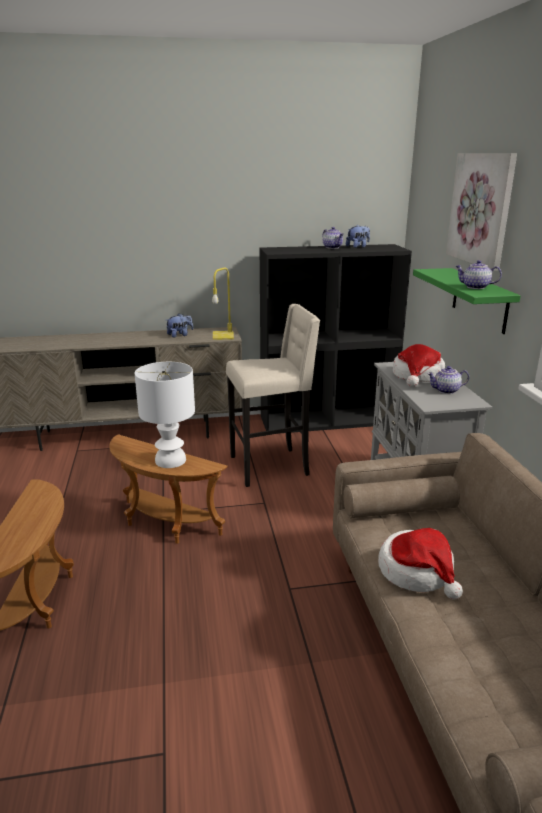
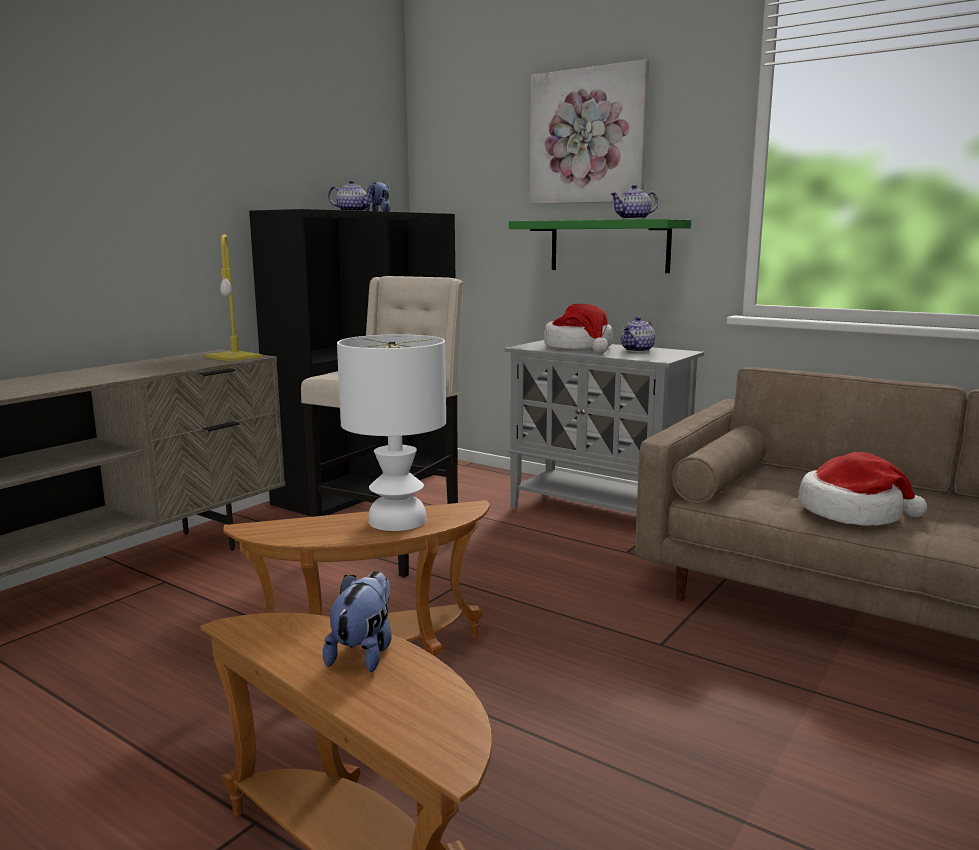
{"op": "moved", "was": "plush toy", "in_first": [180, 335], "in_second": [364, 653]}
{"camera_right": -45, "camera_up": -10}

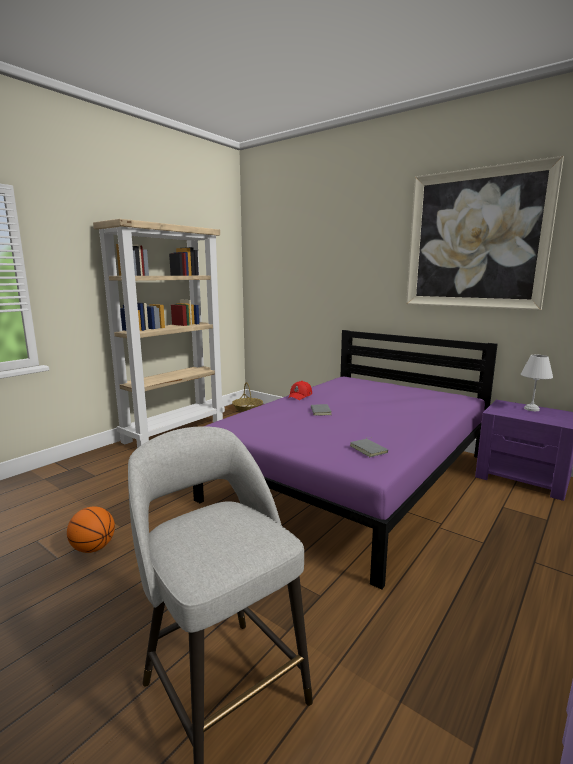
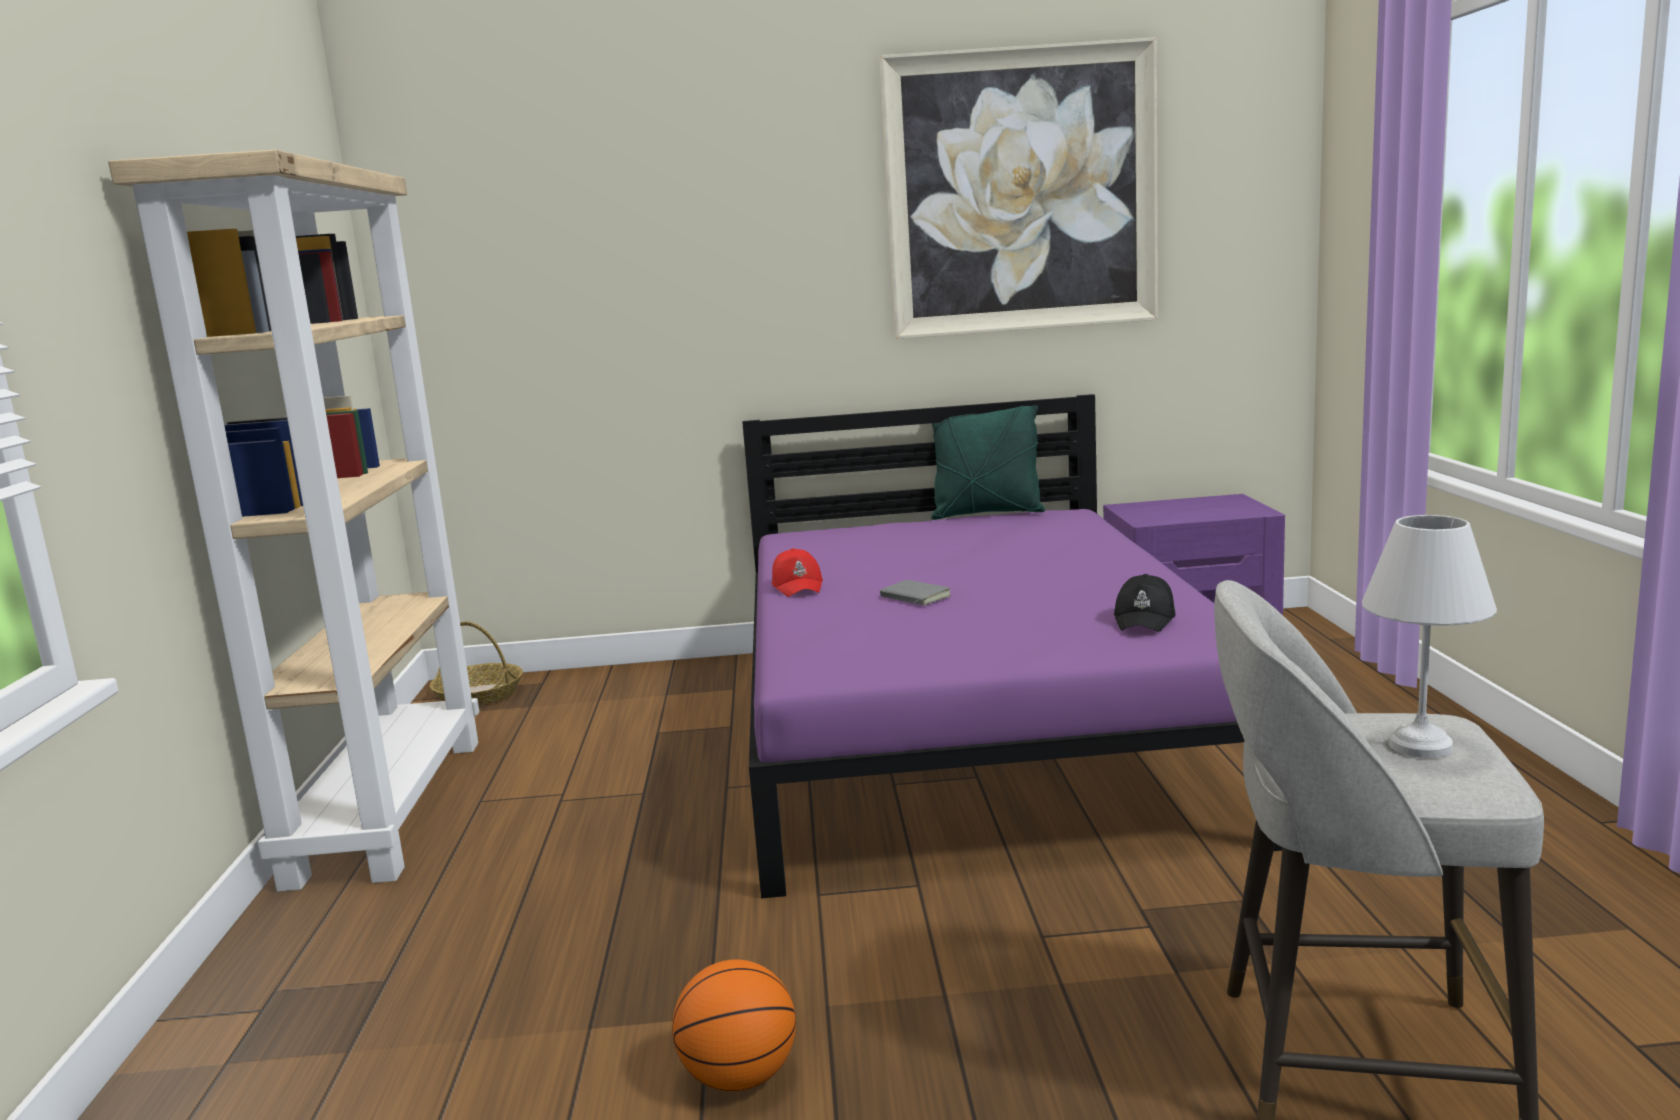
{"op": "moved", "was": "table lamp (white)", "in_first": [531, 409], "in_second": [1421, 747]}
{"op": "replaced", "was": "book (grey)", "now": "cap (black)", "in_first": [369, 449], "in_second": [1145, 619]}
{"op": "added", "now": "pillow (green)", "in_second": [987, 513]}
{"camera_right": -40, "camera_up": 0}

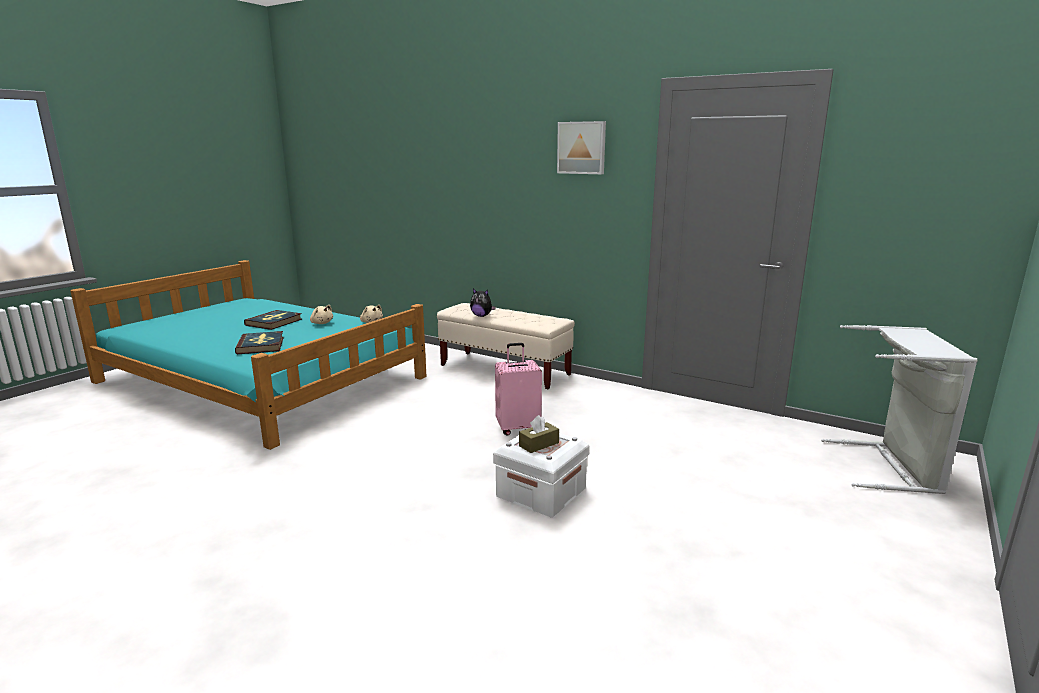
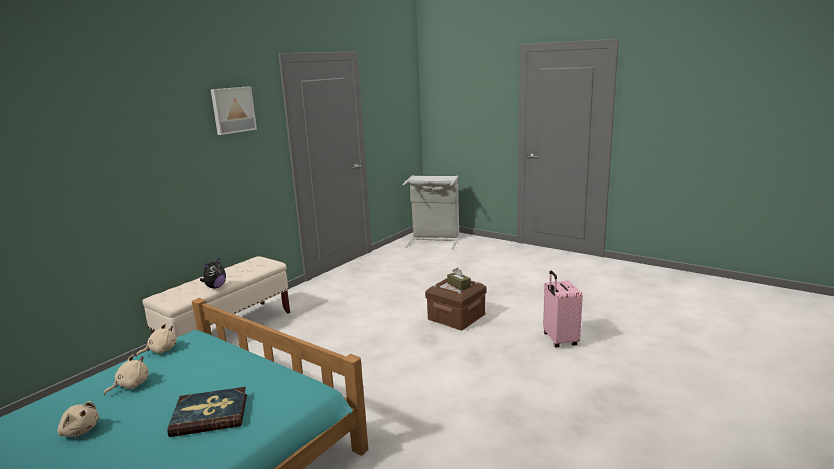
{"op": "replaced", "was": "book", "now": "plush toy (beige)", "in_first": [274, 322], "in_second": [80, 430]}
{"op": "moved", "was": "suitcase (pink)", "in_first": [518, 428], "in_second": [559, 340]}
{"op": "recoloured", "was": "storage box (white)", "now": "storage box (brown)", "in_first": [541, 492], "in_second": [456, 317]}
{"camera_right": -85, "camera_up": 0}

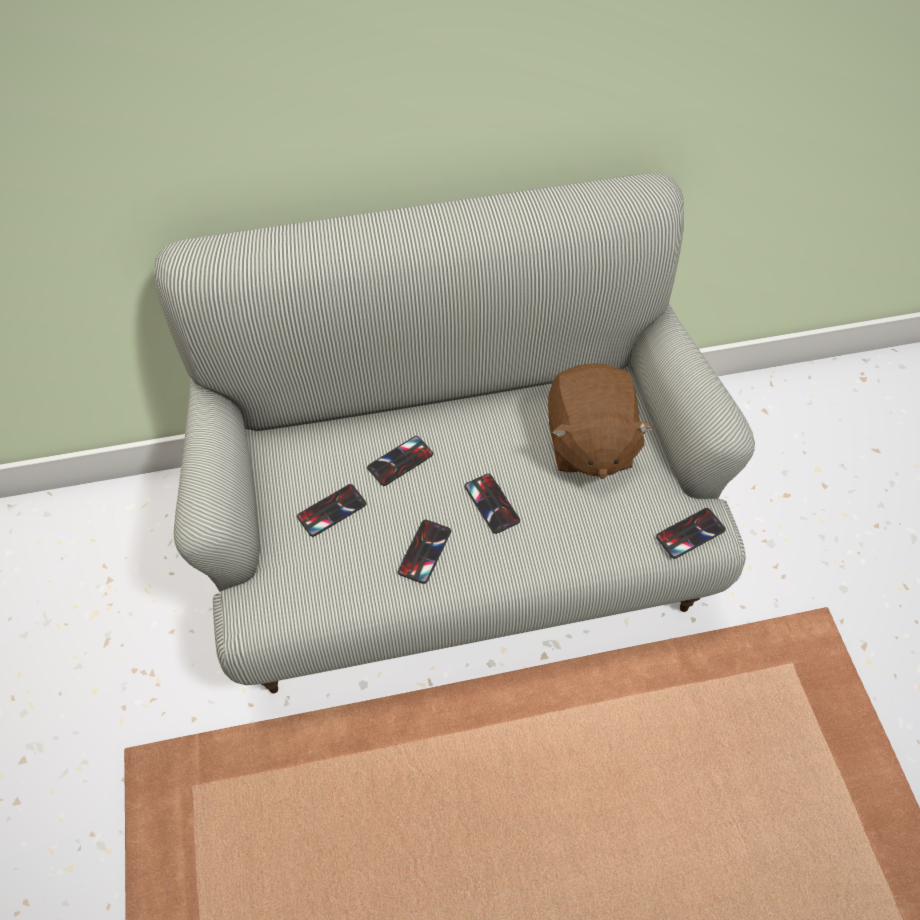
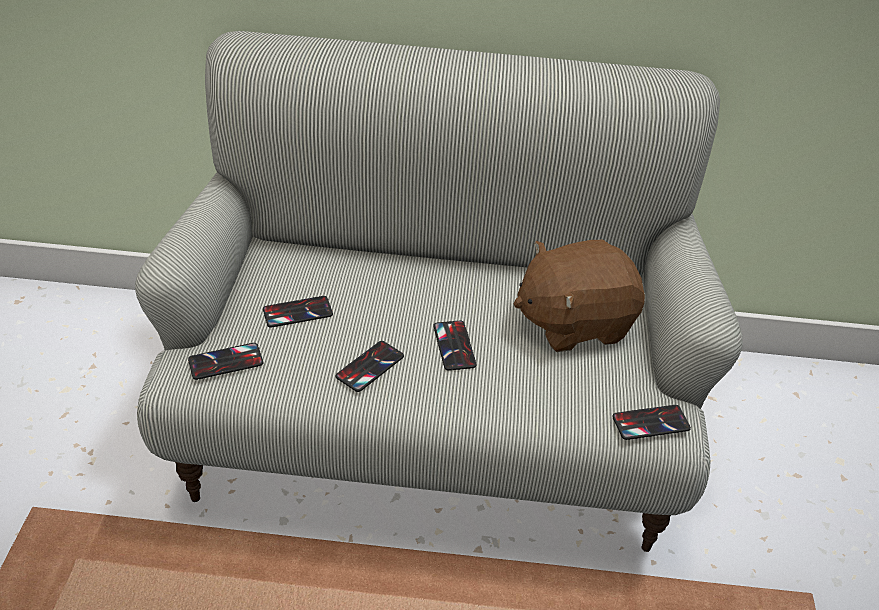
{"op": "turned", "was": "plush toy (brown)", "in_first": [589, 443], "in_second": [574, 322], "clockwise": 60}
{"op": "moved", "was": "phone", "in_first": [400, 461], "in_second": [226, 362]}
{"camera_right": 15, "camera_up": -15}

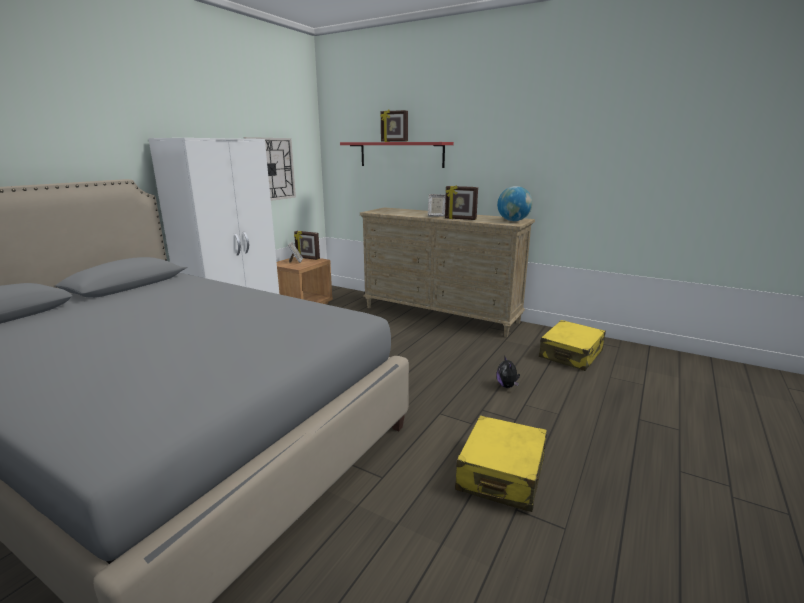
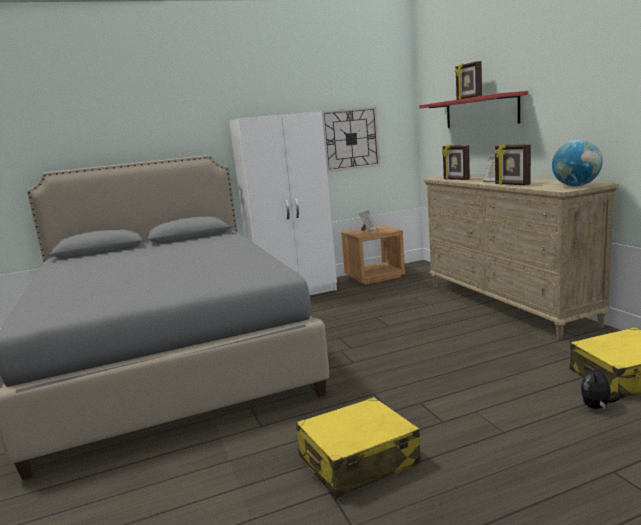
{"op": "moved", "was": "picture frame", "in_first": [307, 258], "in_second": [455, 179]}
{"op": "moved", "was": "plush toy", "in_first": [507, 386], "in_second": [597, 407]}
{"camera_right": 40, "camera_up": -5}

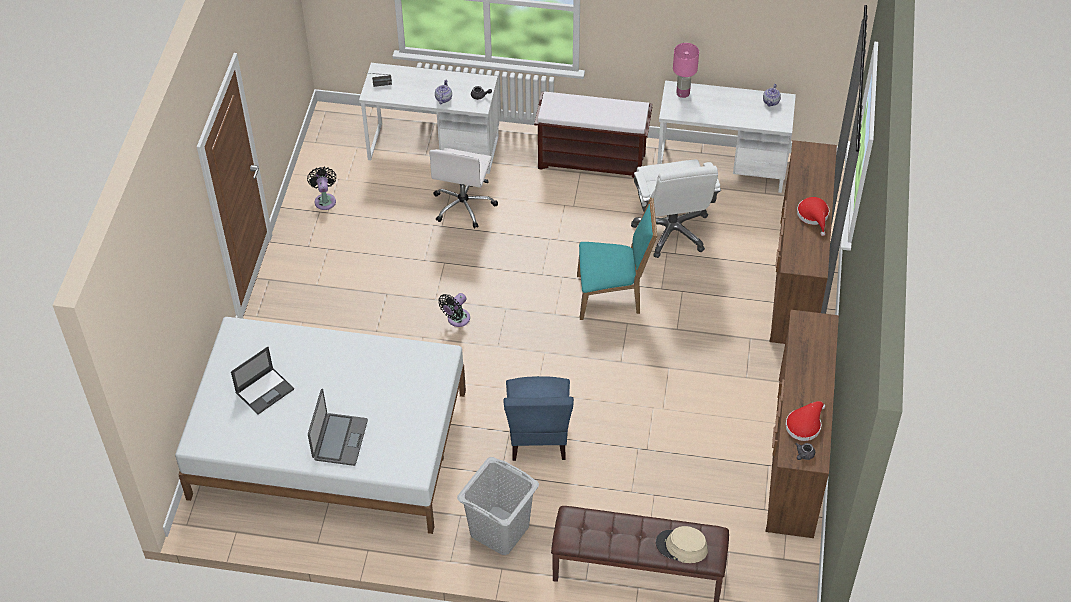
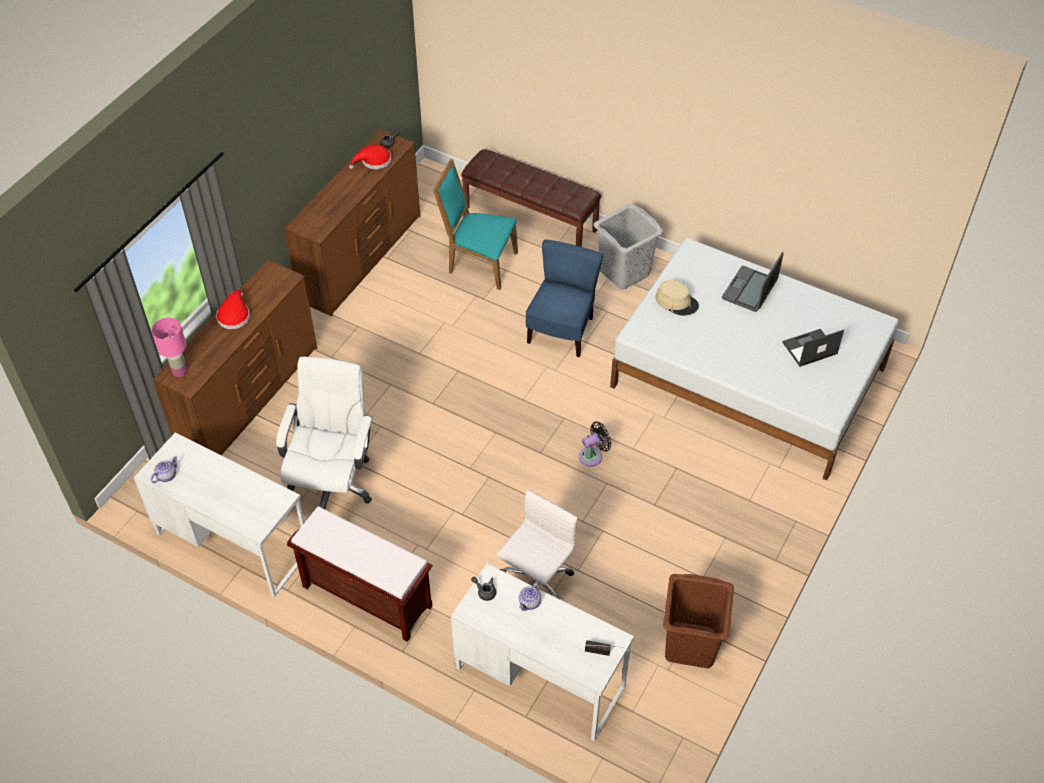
{"op": "moved", "was": "table lamp (pink)", "in_first": [683, 93], "in_second": [180, 371]}
{"op": "replaced", "was": "fan (black)", "now": "laundry basket (brown)", "in_first": [325, 200], "in_second": [691, 644]}
{"op": "moved", "was": "chair (turquoise)", "in_first": [612, 295], "in_second": [478, 263]}
{"op": "moved", "was": "hat (beige)", "in_first": [681, 547], "in_second": [676, 302]}
{"camera_right": -160, "camera_up": 0}

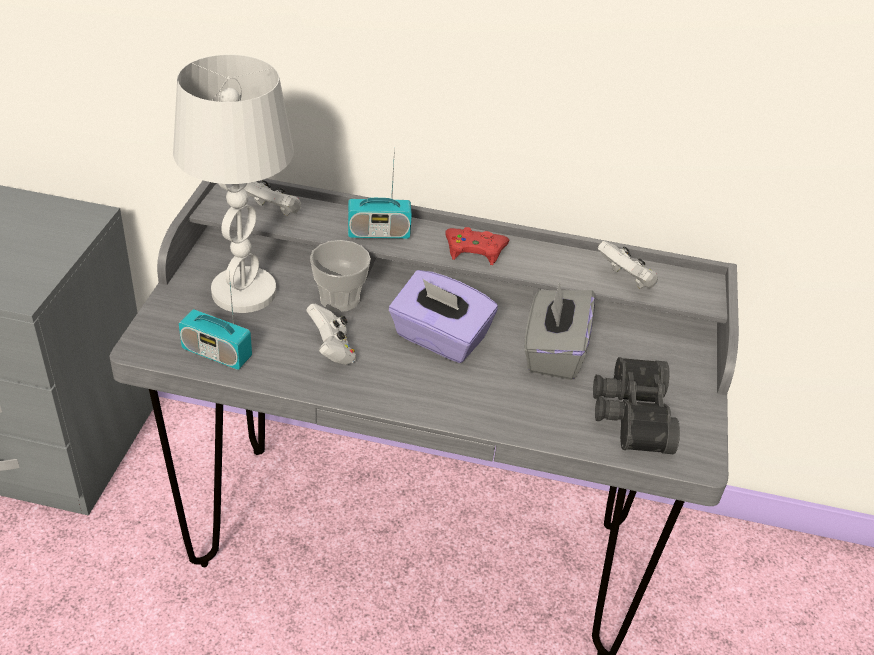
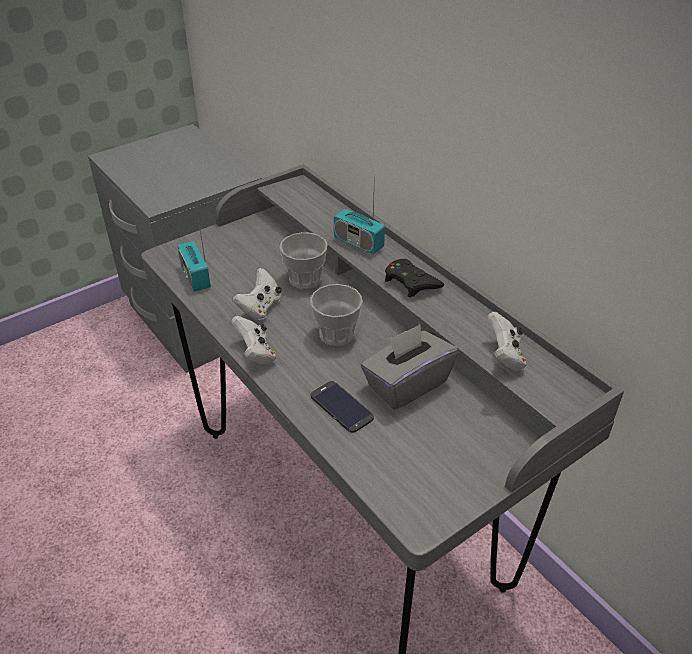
{"op": "removed", "was": "table lamp (white)", "in_first": [244, 291]}
{"op": "moved", "was": "game controller (white)", "in_first": [272, 211], "in_second": [256, 353]}
{"op": "recoloured", "was": "game controller (red)", "now": "game controller (black)", "in_first": [474, 250], "in_second": [411, 282]}
{"op": "replaced", "was": "tissue box (purple)", "now": "cup", "in_first": [439, 339], "in_second": [336, 334]}
{"op": "removed", "was": "binoculars (black)", "in_first": [629, 415]}
{"op": "added", "now": "phone", "in_second": [341, 406]}
{"camera_right": 45, "camera_up": 0}

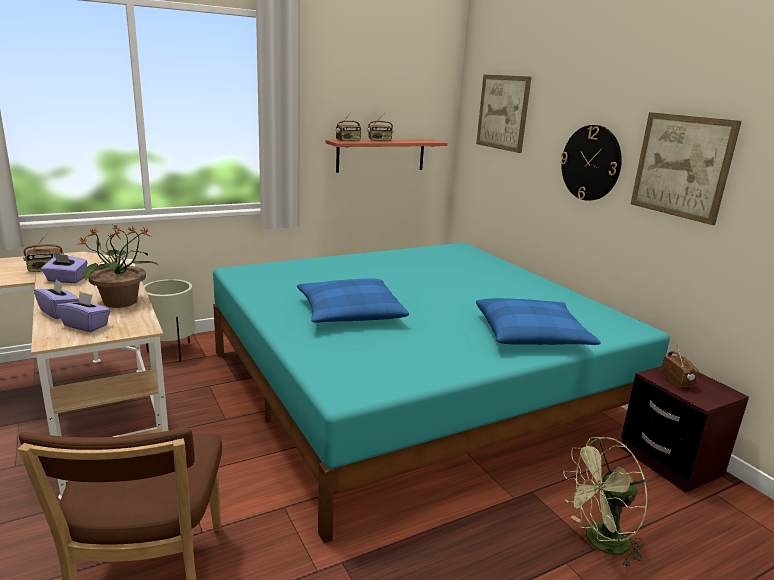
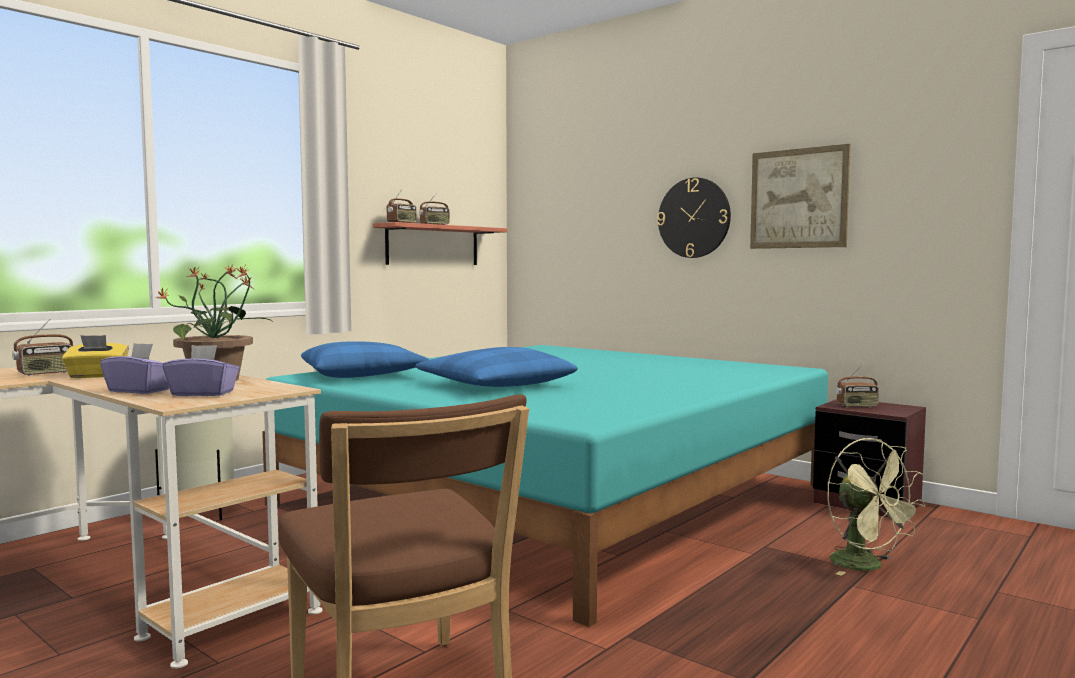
{"op": "removed", "was": "picture", "in_first": [503, 112]}
{"op": "recoloured", "was": "tissue box (purple)", "now": "tissue box (yellow)", "in_first": [66, 280], "in_second": [97, 376]}
{"op": "moved", "was": "pillow (blue)", "in_first": [531, 335], "in_second": [364, 375]}
{"op": "turned", "was": "radio", "in_first": [677, 381], "in_second": [857, 406], "clockwise": 120}
{"op": "turned", "was": "fan (green)", "in_first": [599, 543], "in_second": [866, 566], "clockwise": -75}
{"camera_right": -20, "camera_up": -15}

